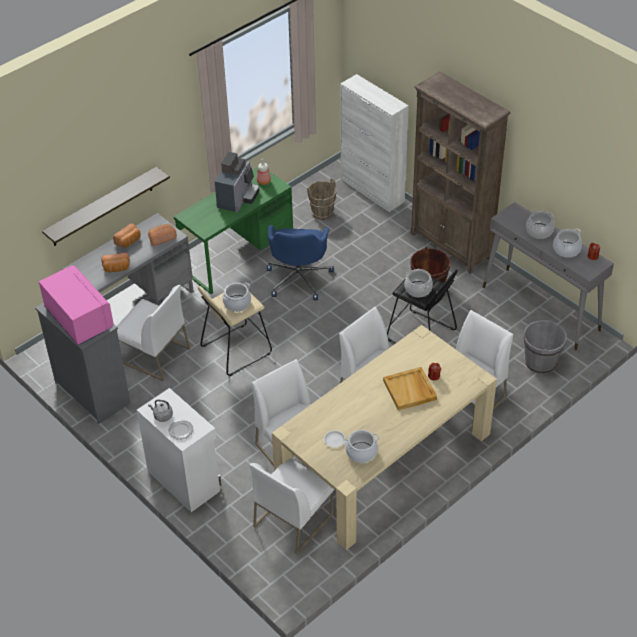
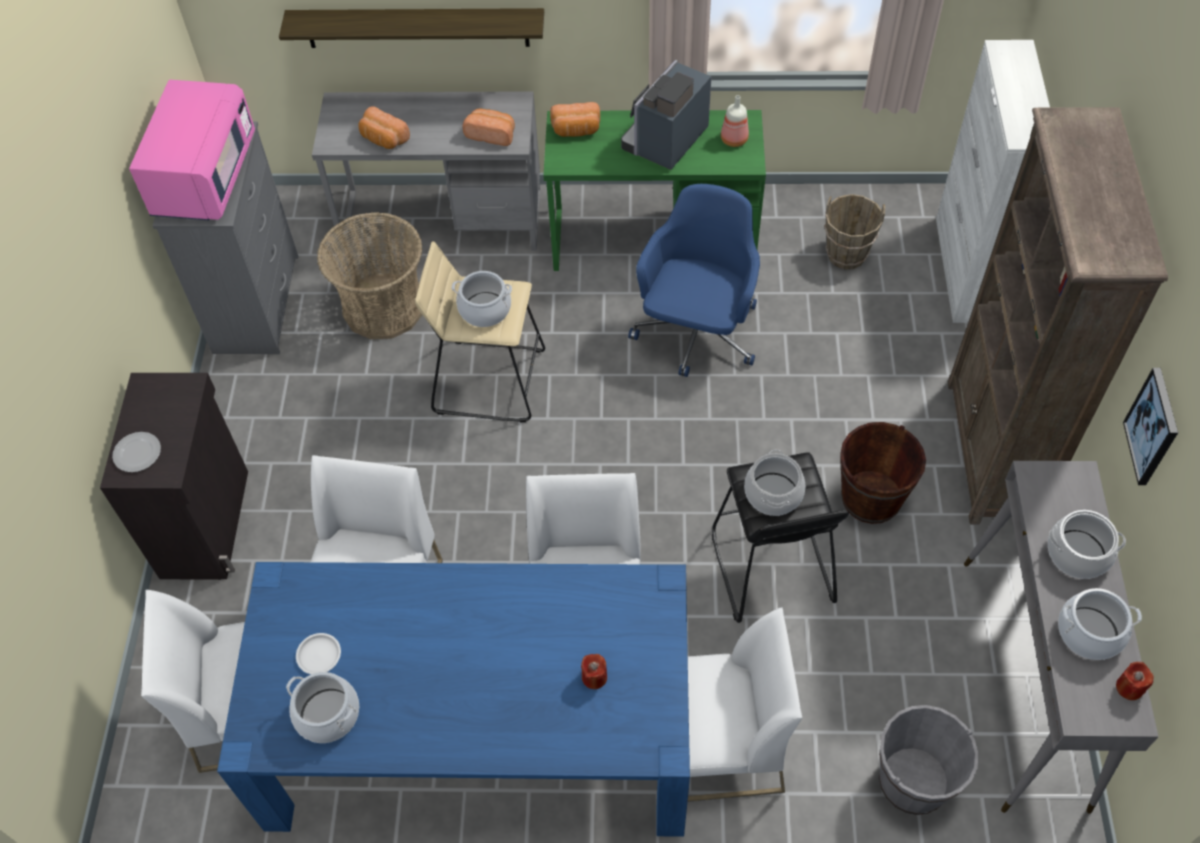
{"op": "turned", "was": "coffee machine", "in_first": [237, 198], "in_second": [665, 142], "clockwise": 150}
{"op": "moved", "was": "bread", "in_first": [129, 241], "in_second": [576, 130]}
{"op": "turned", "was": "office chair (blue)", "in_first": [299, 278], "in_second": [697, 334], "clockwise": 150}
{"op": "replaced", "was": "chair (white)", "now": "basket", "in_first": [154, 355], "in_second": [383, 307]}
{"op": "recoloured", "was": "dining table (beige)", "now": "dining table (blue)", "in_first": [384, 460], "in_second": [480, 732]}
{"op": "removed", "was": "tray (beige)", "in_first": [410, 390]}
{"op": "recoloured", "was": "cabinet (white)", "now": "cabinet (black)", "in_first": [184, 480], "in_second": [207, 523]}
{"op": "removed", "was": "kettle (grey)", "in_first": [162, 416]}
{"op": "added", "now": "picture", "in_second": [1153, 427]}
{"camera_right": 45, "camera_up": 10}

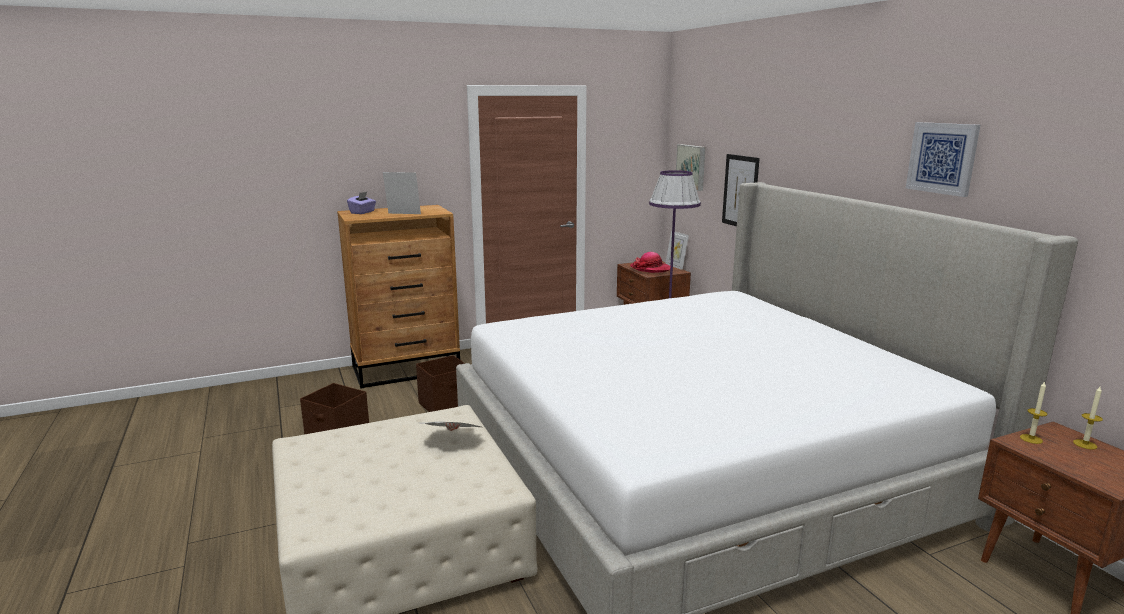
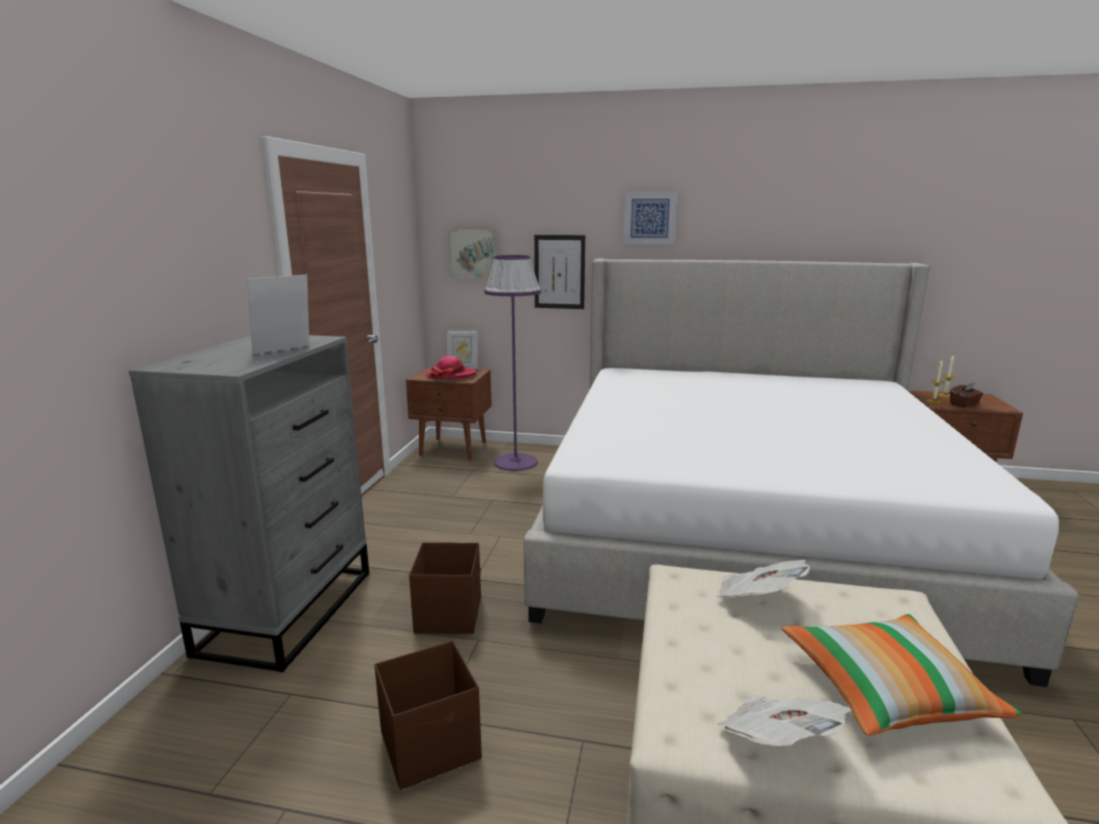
{"op": "moved", "was": "picture", "in_first": [942, 158], "in_second": [649, 218]}
{"op": "removed", "was": "tissue box (purple)", "in_first": [362, 212]}
{"op": "recoloured", "was": "dresser (brown)", "now": "dresser (grey)", "in_first": [407, 369], "in_second": [289, 610]}
{"op": "added", "now": "tissue box (brown)", "in_second": [964, 404]}
{"op": "added", "now": "pillow", "in_second": [886, 691]}
{"op": "added", "now": "newspaper", "in_second": [777, 742]}
{"camera_right": -55, "camera_up": 0}

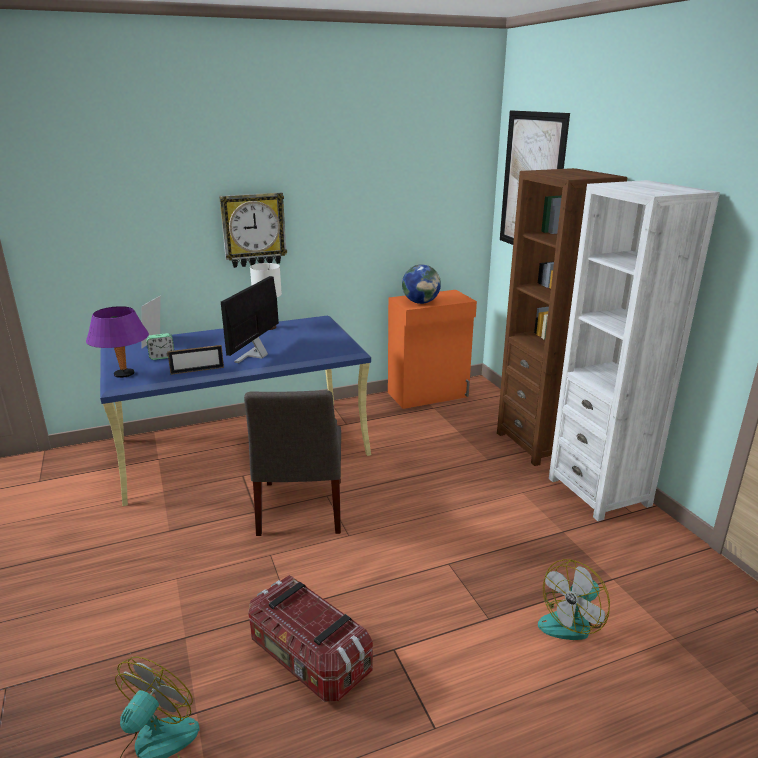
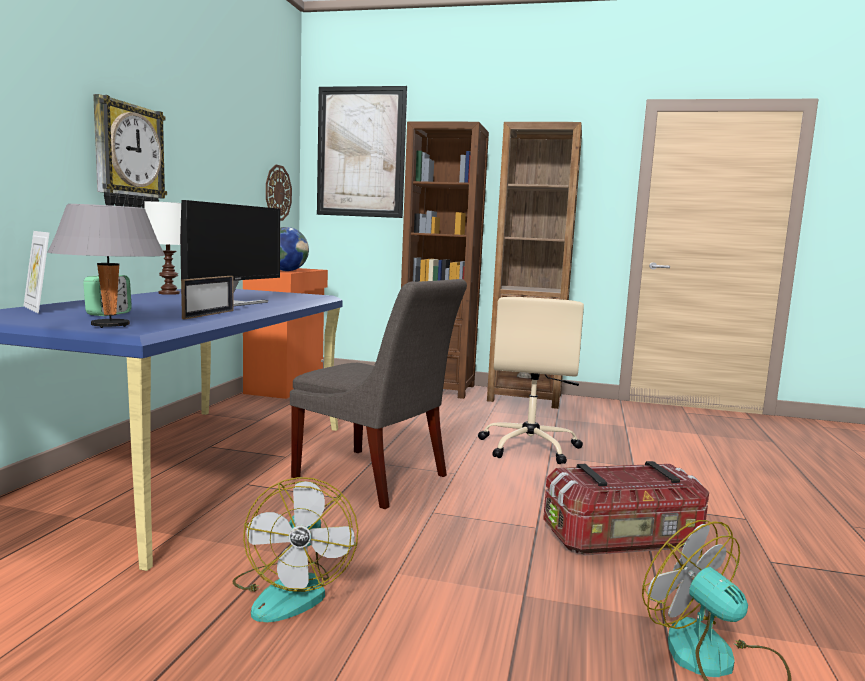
{"op": "recoloured", "was": "bookcase (white)", "now": "bookcase (brown)", "in_first": [599, 491], "in_second": [525, 397]}
{"op": "turned", "was": "monitor", "in_first": [256, 355], "in_second": [234, 303], "clockwise": -120}
{"op": "recoloured", "was": "table lamp (purple)", "now": "table lamp (grey)", "in_first": [124, 374], "in_second": [110, 326]}
{"op": "moved", "was": "fan", "in_first": [572, 621], "in_second": [291, 590]}
{"op": "added", "now": "wall clock", "in_second": [278, 193]}
{"op": "added", "now": "office chair (beige)", "in_second": [529, 447]}
{"camera_right": -55, "camera_up": -15}

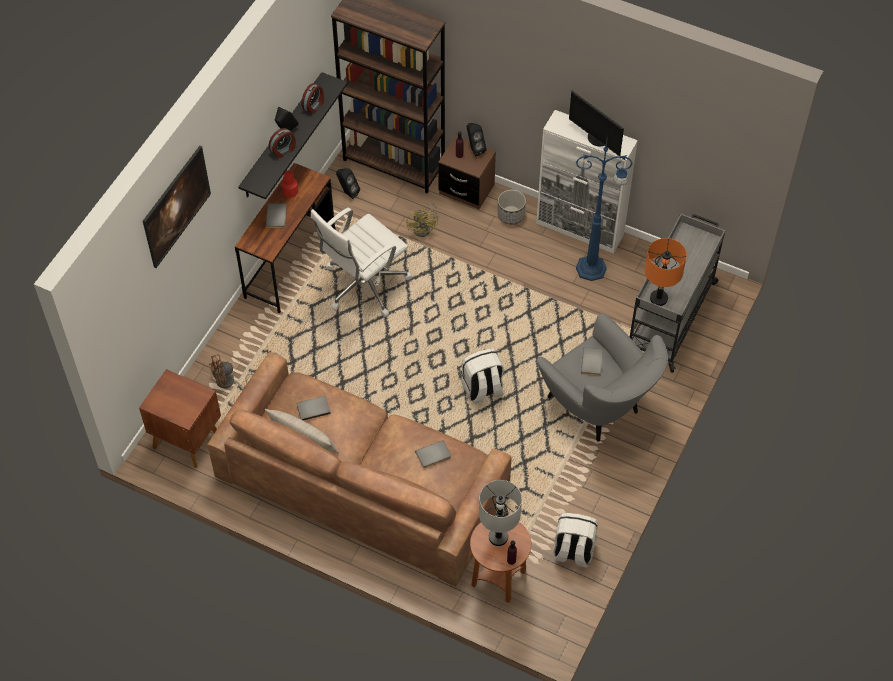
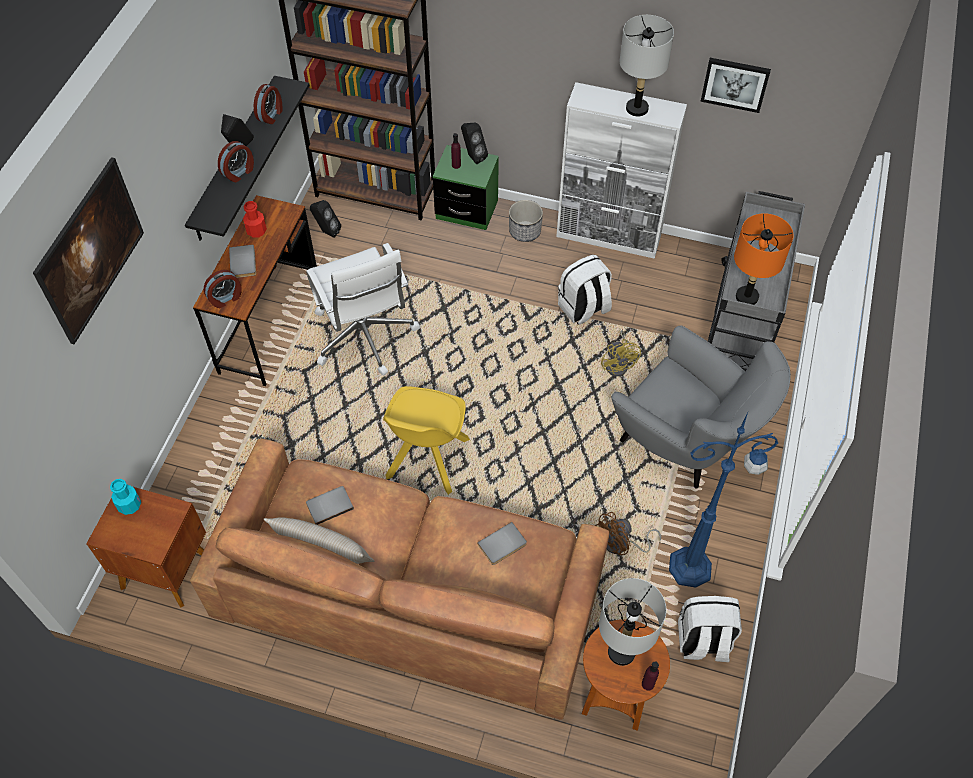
{"op": "replaced", "was": "monitor", "now": "table lamp (grey)", "in_first": [597, 139], "in_second": [637, 108]}
{"op": "moved", "was": "floor lamp (blue)", "in_first": [593, 268], "in_second": [692, 567]}
{"op": "recoloured", "was": "nightstand (brown)", "now": "nightstand (green)", "in_first": [466, 189], "in_second": [466, 210]}
{"op": "moved", "was": "fan (yellow)", "in_first": [424, 228], "in_second": [619, 364]}
{"op": "turned", "was": "office chair (white)", "in_first": [363, 285], "in_second": [364, 337], "clockwise": -60}
{"op": "removed", "was": "book (grey)", "in_first": [593, 362]}
{"op": "moved", "was": "backpack (white)", "in_first": [482, 389], "in_second": [583, 308]}
{"op": "moved", "was": "fan (brown)", "in_first": [229, 383], "in_second": [621, 545]}
{"op": "added", "now": "picture", "in_second": [735, 84]}
{"op": "added", "now": "alarm clock", "in_second": [226, 298]}
{"op": "added", "now": "chair (yellow)", "in_second": [426, 460]}
{"op": "added", "now": "bottle (turquoise)", "in_second": [129, 505]}
{"camera_right": -10, "camera_up": 0}

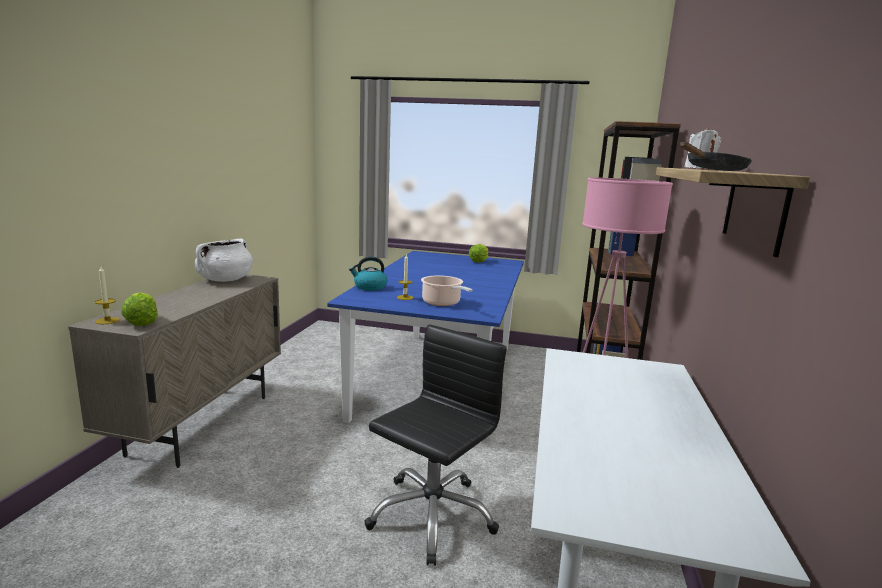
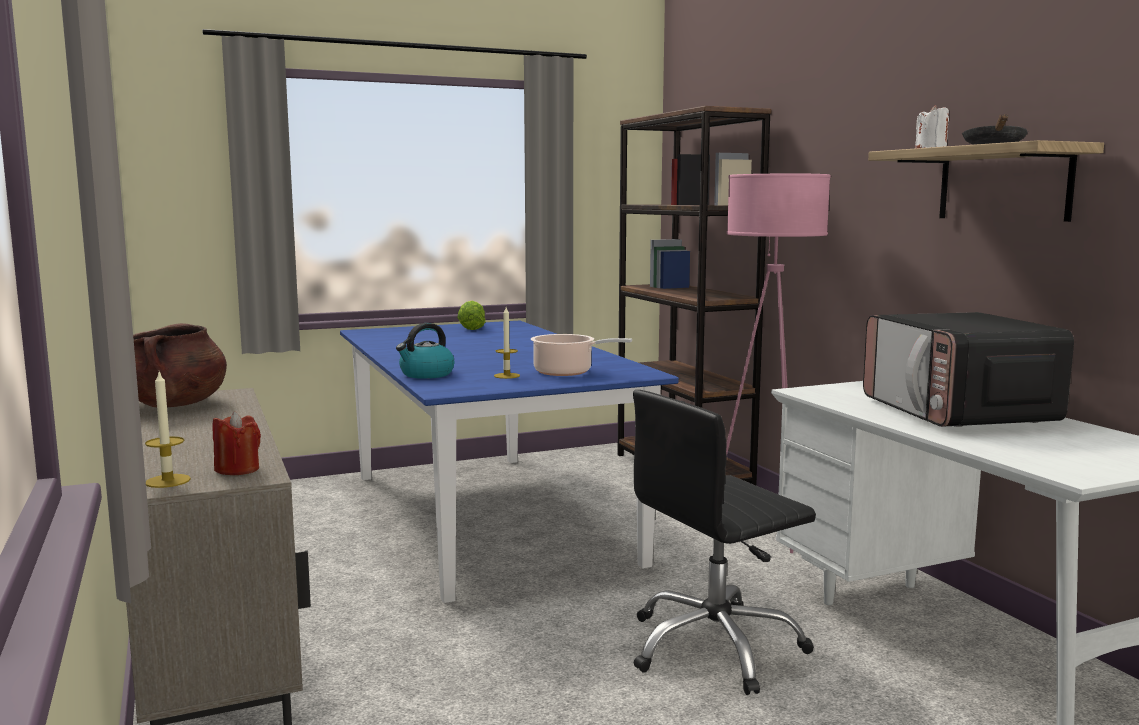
{"op": "recoloured", "was": "cooking pot (white)", "now": "cooking pot (brown)", "in_first": [225, 280], "in_second": [175, 404]}
{"op": "replaced", "was": "lettuce", "now": "candle (red)", "in_first": [141, 322], "in_second": [237, 469]}
{"op": "turned", "was": "office chair (black)", "in_first": [431, 515], "in_second": [715, 647], "clockwise": -120}
{"op": "added", "now": "microwave", "in_second": [958, 413]}
{"camera_right": -35, "camera_up": -5}

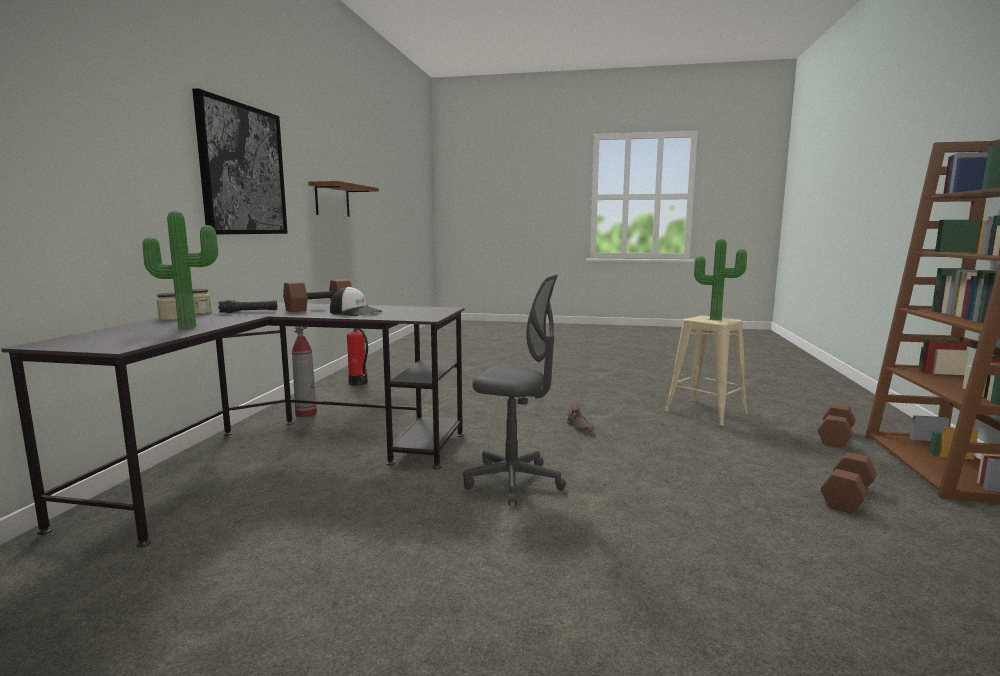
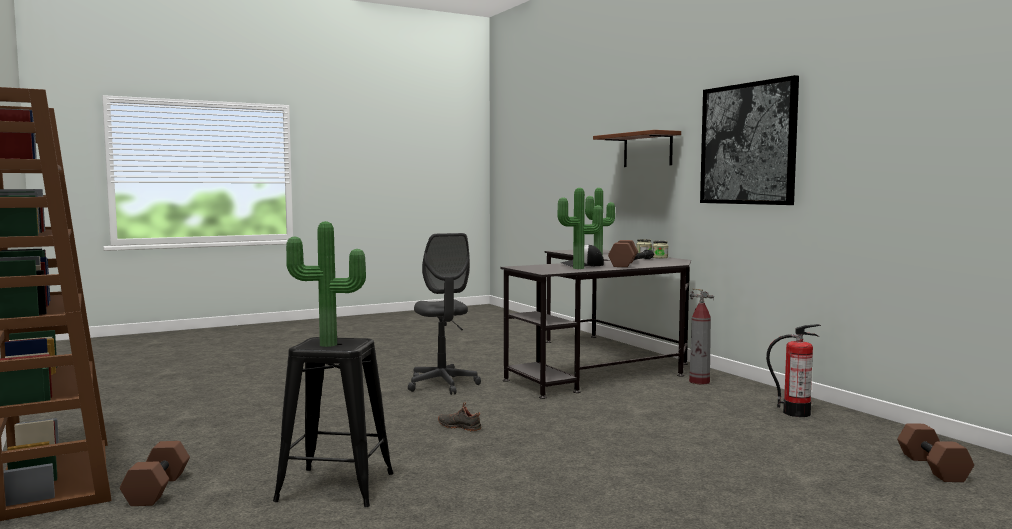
{"op": "moved", "was": "shelf (brown)", "in_first": [332, 200], "in_second": [647, 150]}
{"op": "turned", "was": "office chair (grey)", "in_first": [514, 482], "in_second": [442, 385], "clockwise": -90}
{"op": "recoloured", "was": "stool (beige)", "now": "stool (black)", "in_first": [705, 411], "in_second": [336, 487]}
{"op": "moved", "was": "dumbbell (brown)", "in_first": [848, 497], "in_second": [931, 467]}
{"op": "added", "now": "potted plant", "in_second": [579, 268]}
{"camera_right": 140, "camera_up": -5}

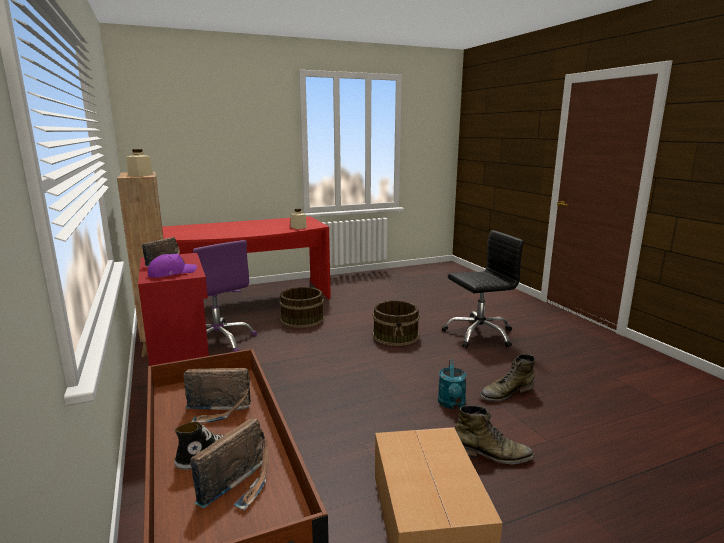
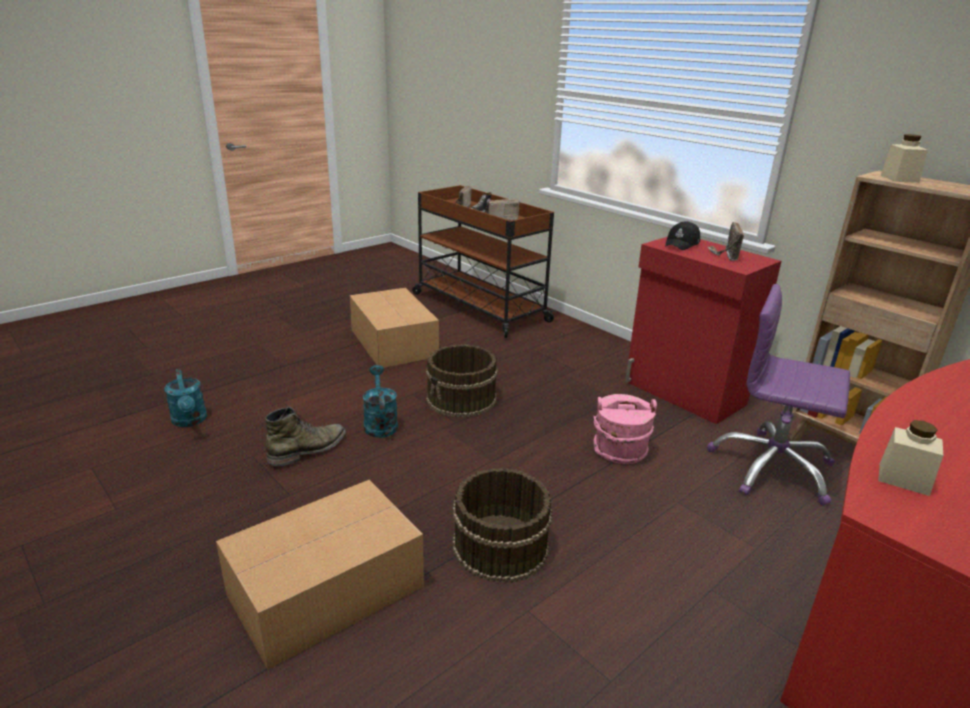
{"op": "replaced", "was": "office chair (black)", "now": "cardboard box", "in_first": [479, 334], "in_second": [323, 591]}
{"op": "recoloured", "was": "cap (purple)", "now": "cap (black)", "in_first": [171, 273], "in_second": [682, 244]}
{"op": "moved", "was": "bucket (brown)", "in_first": [302, 319], "in_second": [462, 399]}
{"op": "removed", "was": "boot (green)", "in_first": [492, 454]}
{"op": "added", "now": "watering can (turquoise)", "in_second": [190, 421]}
{"op": "added", "now": "bucket (pink)", "in_second": [619, 451]}
{"camera_right": 160, "camera_up": 10}

